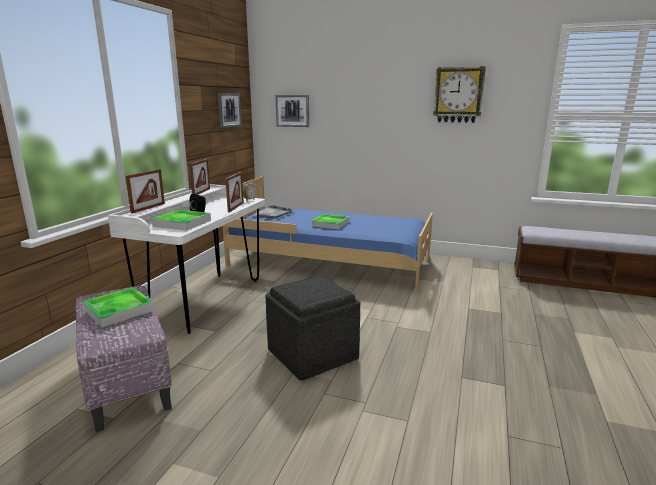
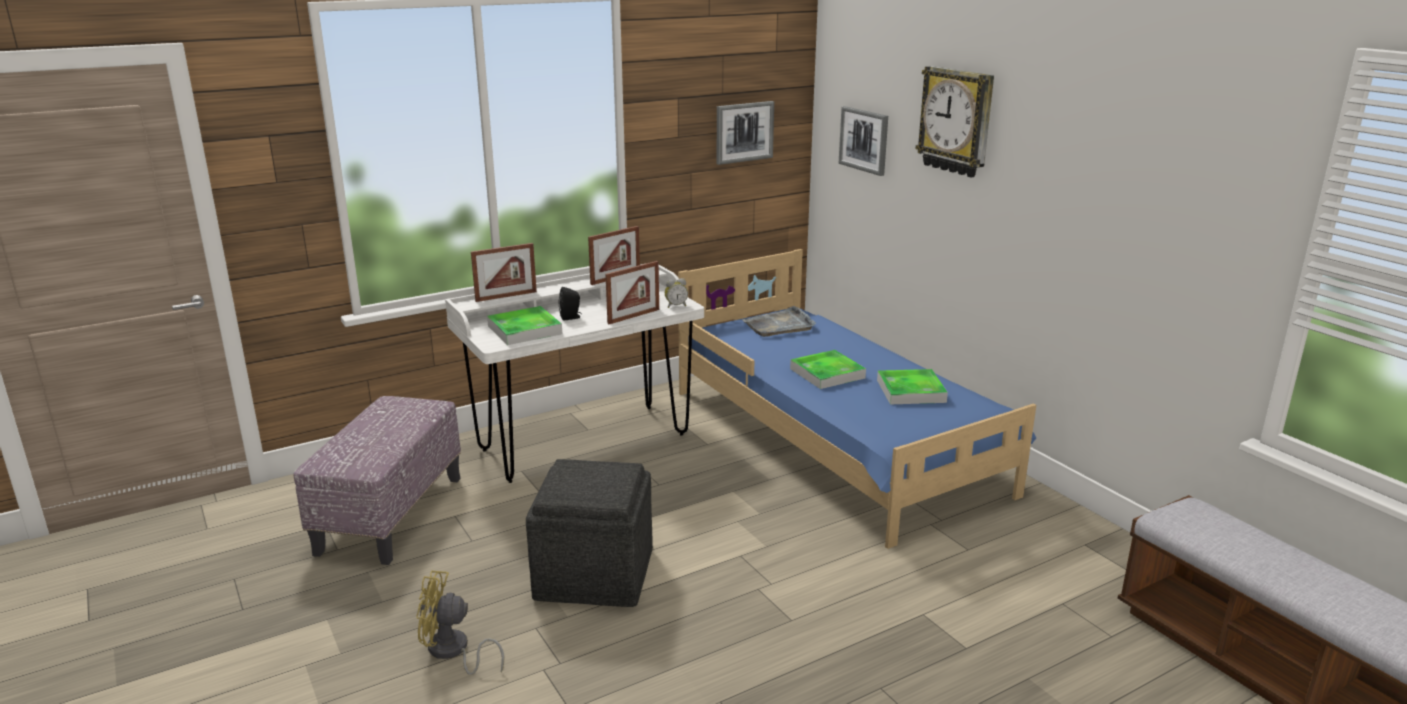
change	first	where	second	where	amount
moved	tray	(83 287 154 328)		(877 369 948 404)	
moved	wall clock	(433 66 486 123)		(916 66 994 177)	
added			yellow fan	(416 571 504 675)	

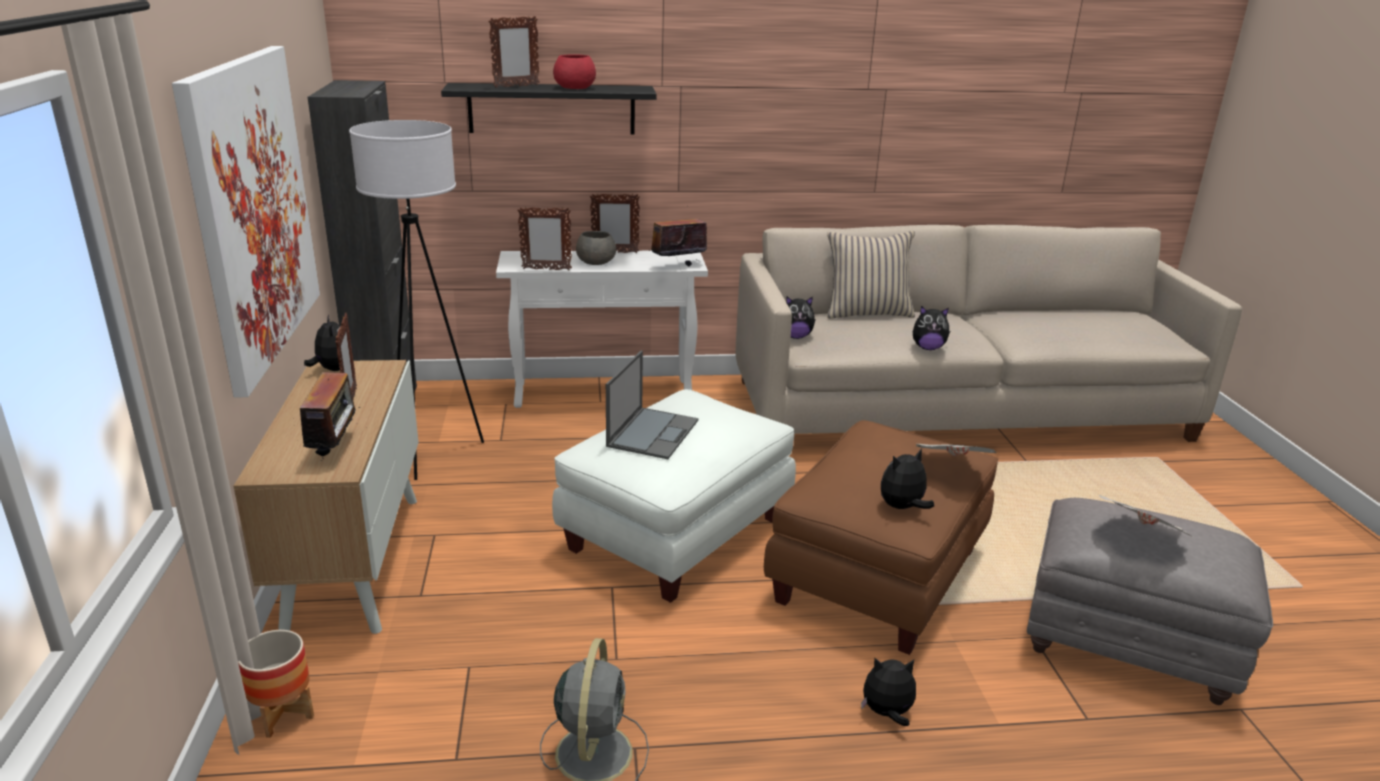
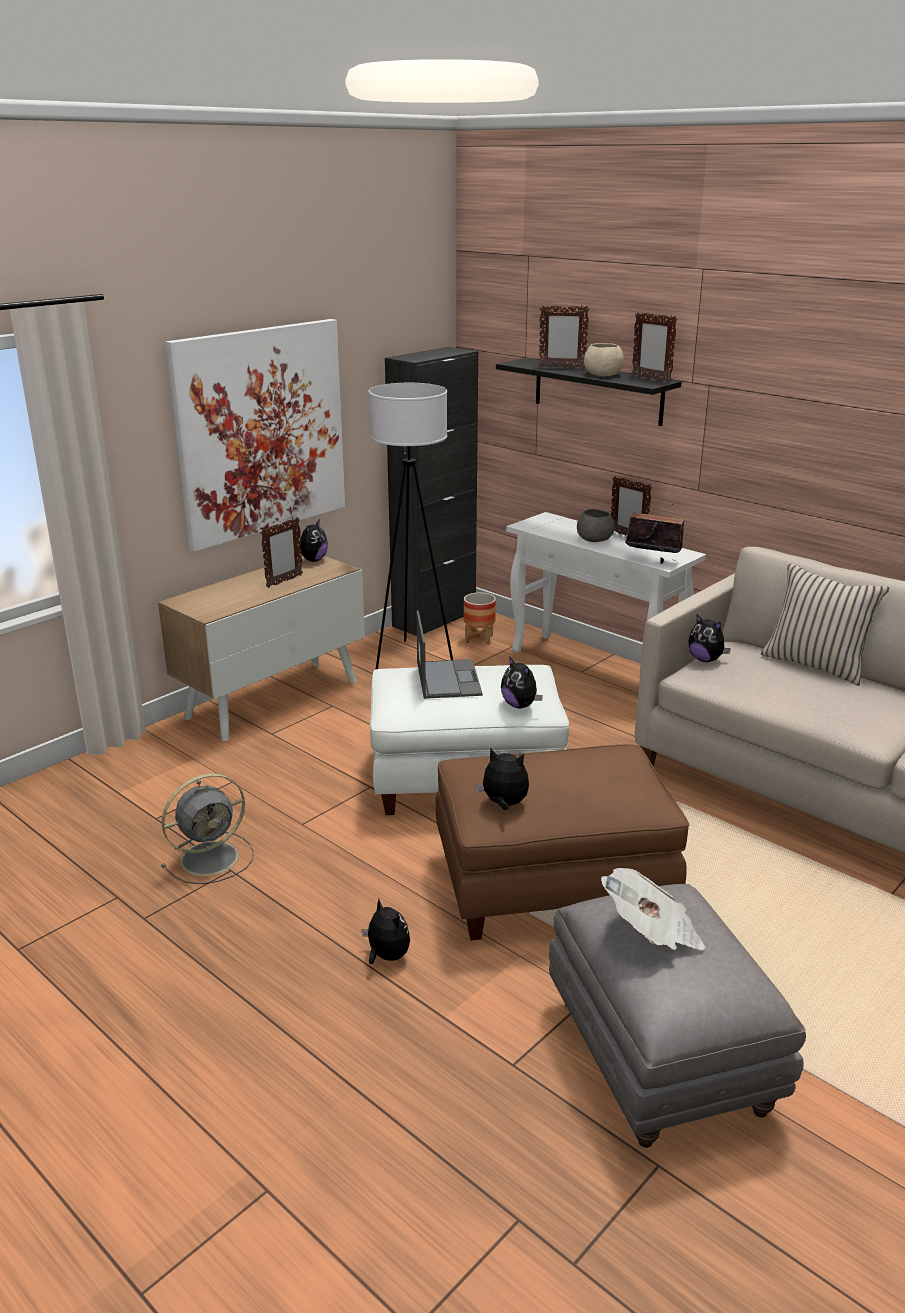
change	first	where	second	where	amount
moved	planter	(238 630 314 738)		(464 592 496 645)	
removed	radio	(293 372 360 461)			
moved	picture frame	(517 207 572 270)		(632 312 677 382)	
recoloured	red bowl	(553 54 596 89)	beige bowl	(584 343 624 376)	
turned	laptop	(606 351 698 459)		(416 611 483 699)	75 degrees counterclockwise
moved	plush toy	(913 306 950 350)		(501 656 543 708)	
removed	newspaper	(916 444 997 456)			

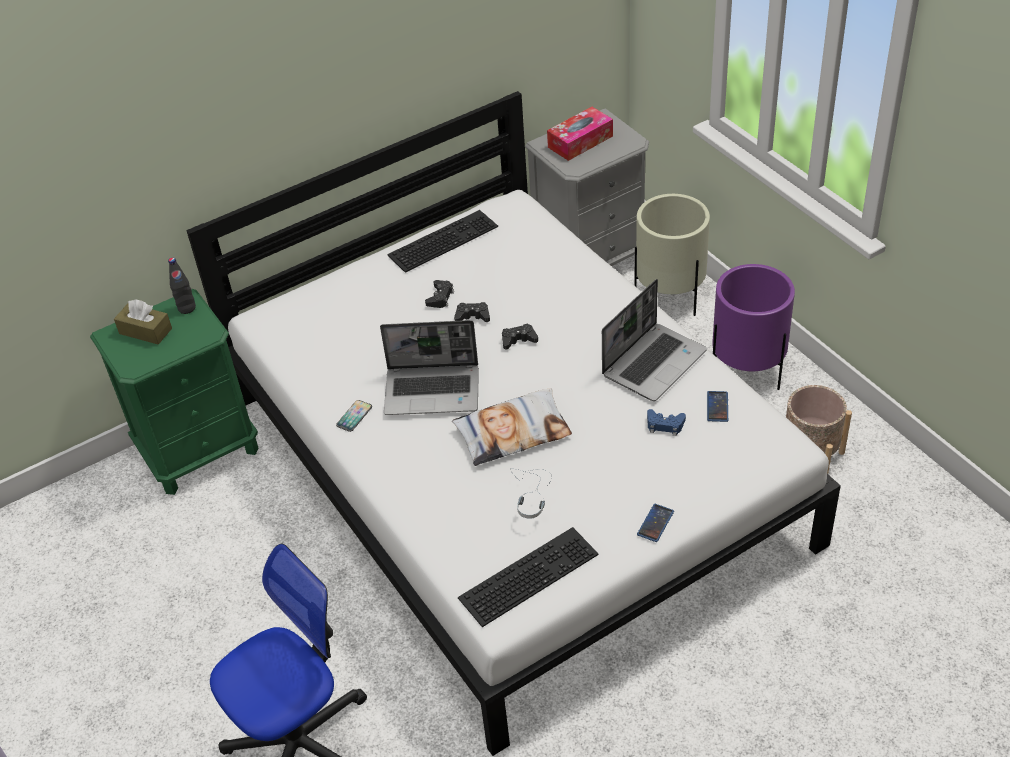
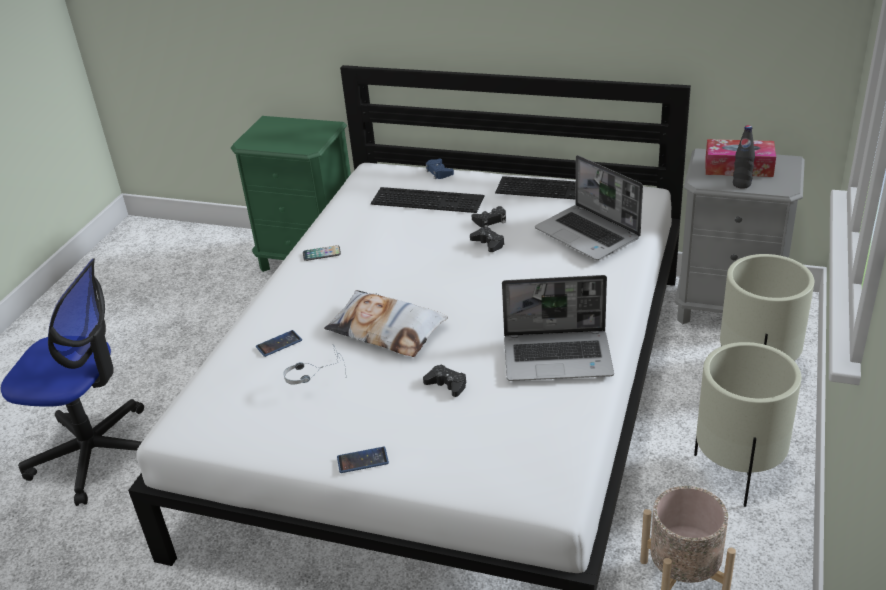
change	first	where	second	where	amount
removed	brown tissue box	(114 300 172 345)			
moved	black bottle	(168 257 196 314)		(733 125 755 188)	
moved	laptop	(380 320 479 415)		(535 155 643 260)	
moved	keyboard	(458 527 599 627)		(371 187 484 213)	
moved	black game controller	(502 323 538 349)		(423 365 467 397)	
moved	blue game controller	(647 409 686 436)		(426 159 454 179)	
moved	phone	(707 391 728 422)		(256 330 302 357)	
recoloured	purple planter	(712 264 795 390)	beige planter	(694 342 801 507)	

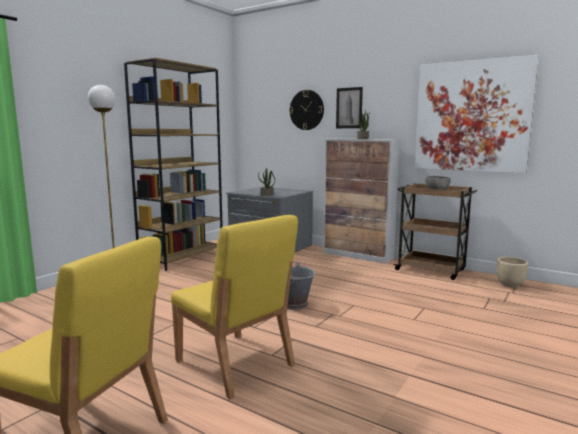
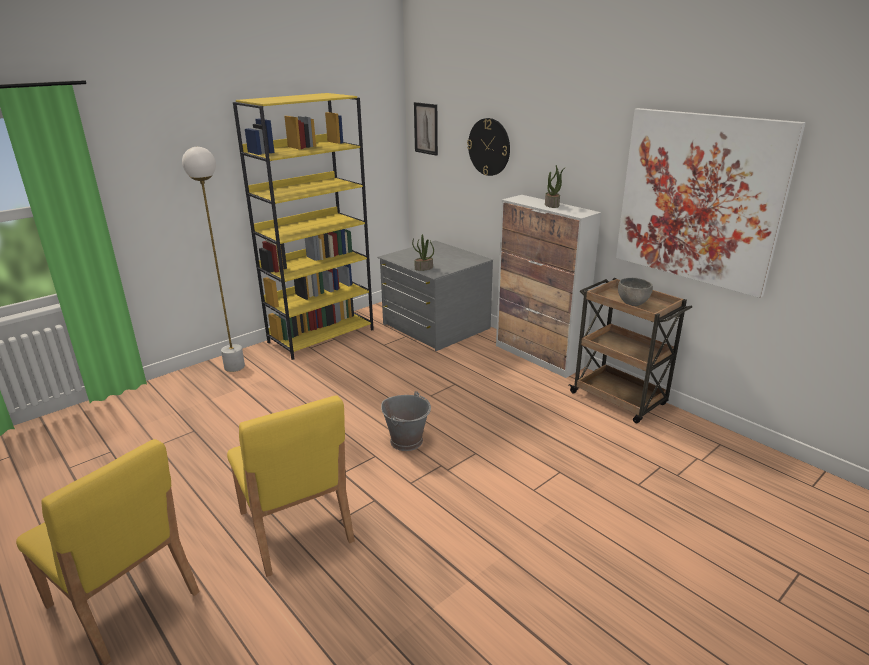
change	first	where	second	where	amount
recoloured	brown bookcase	(124 58 223 271)	yellow bookcase	(233 93 374 360)	
moved	picture	(336 87 363 128)		(414 102 438 156)	
removed	beige planter	(497 257 528 288)			

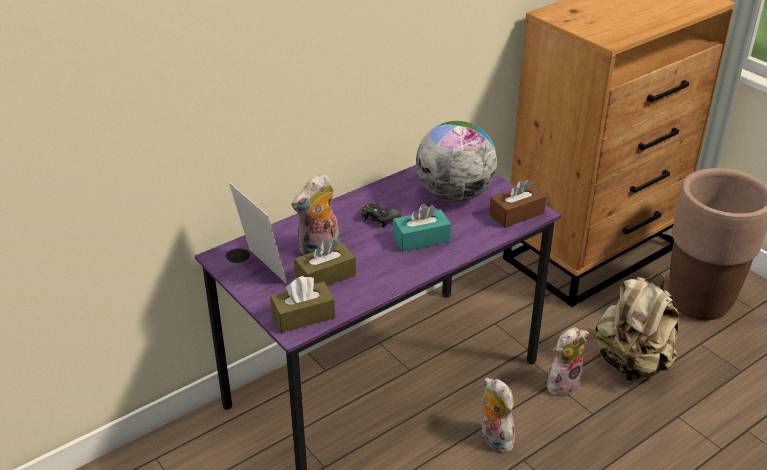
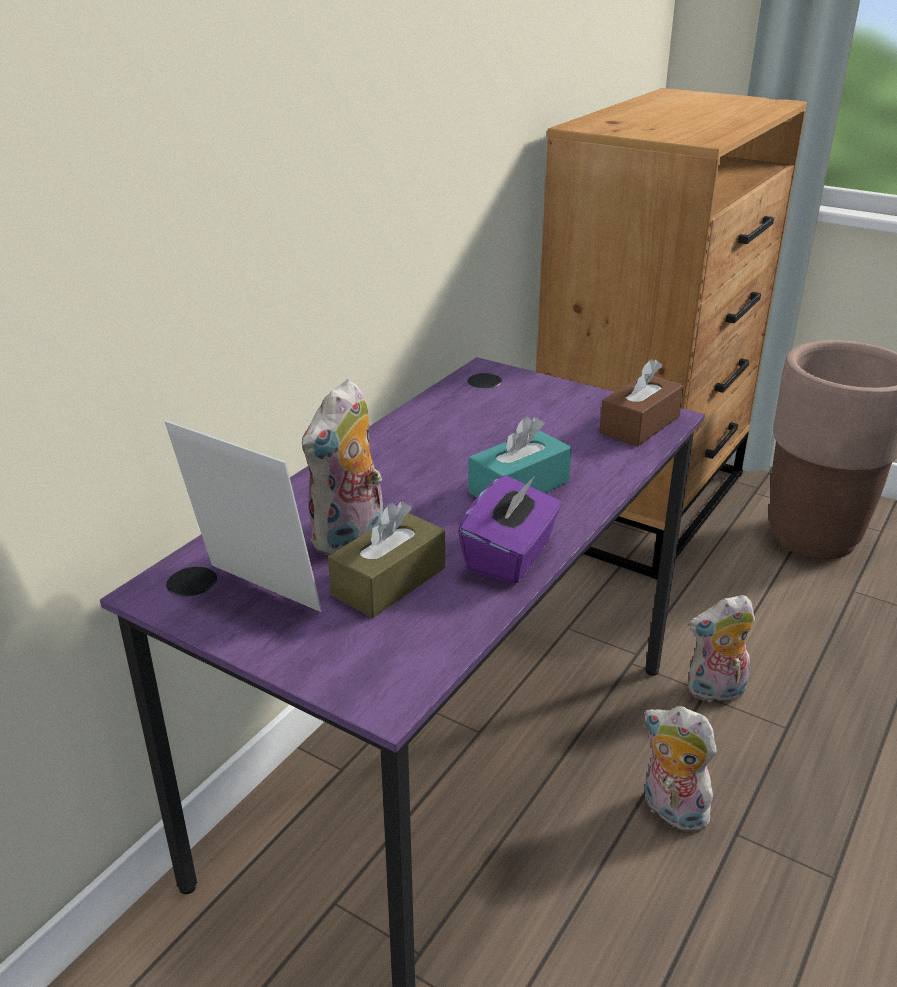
change	first	where	second	where	amount
removed	brown tissue box	(270 276 335 333)			
removed	black game controller	(361 201 402 227)			
removed	globe	(416 121 497 202)			
turned	plush toy	(547 327 589 396)		(688 595 755 702)	135 degrees counterclockwise
removed	beige backpack	(595 274 679 381)			
added			purple tissue box	(458 475 562 584)	

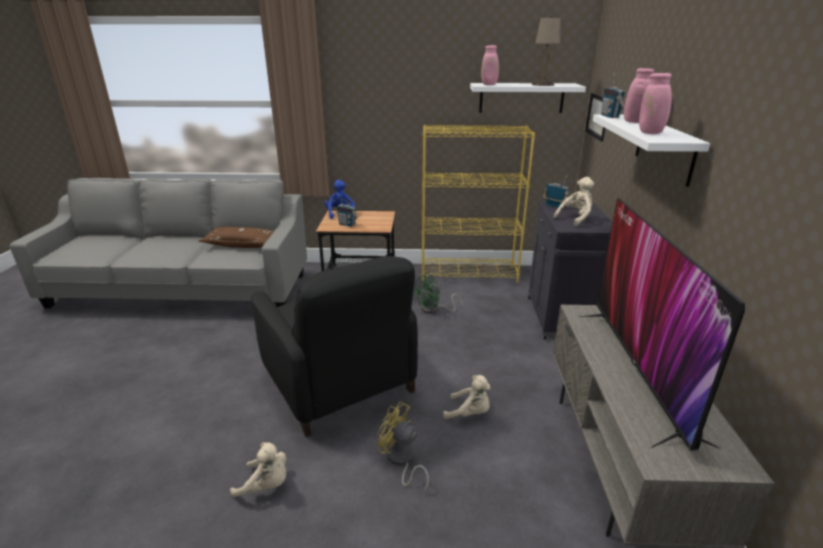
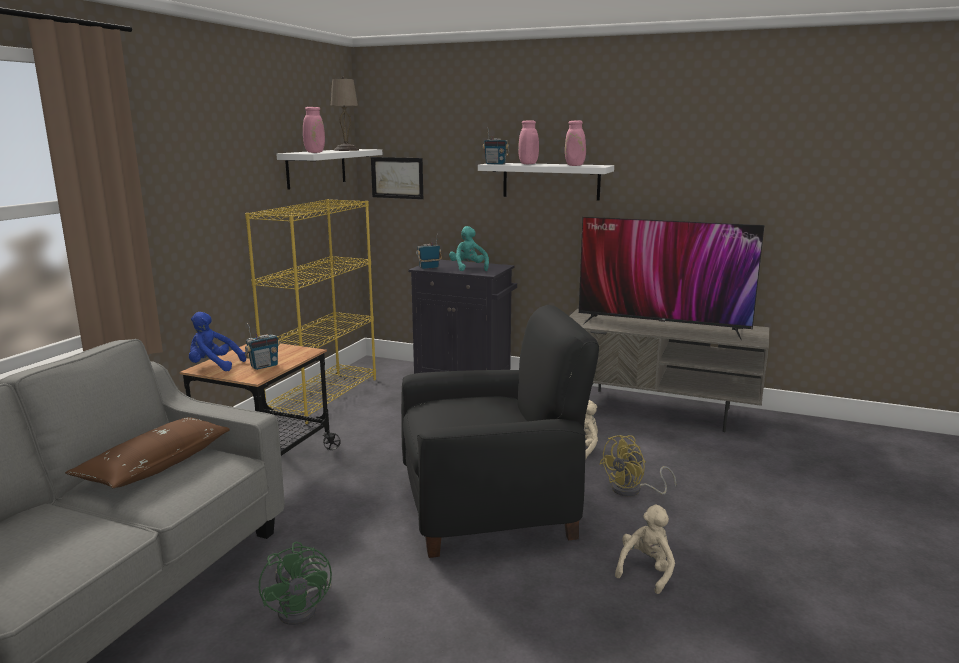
change	first	where	second	where	amount
moved	green fan	(413 275 462 314)		(259 542 332 625)	
recoloured	beige plush toy	(554 177 594 226)	turquoise plush toy	(449 226 489 271)	

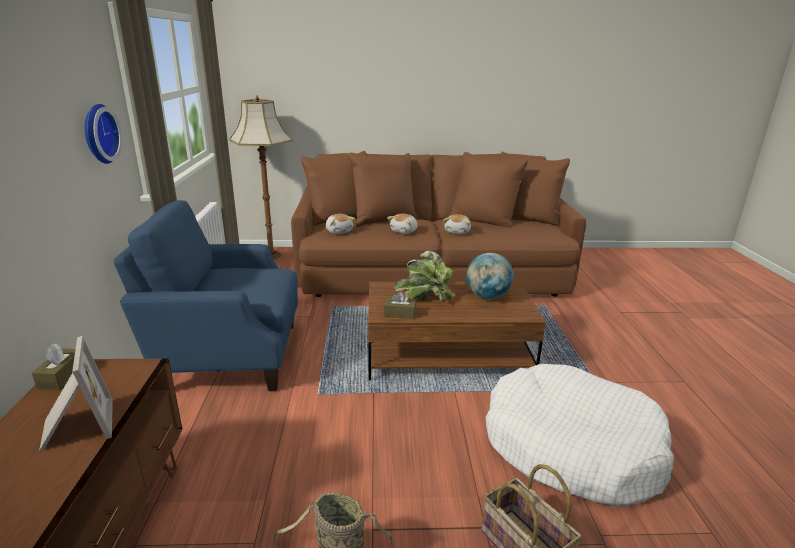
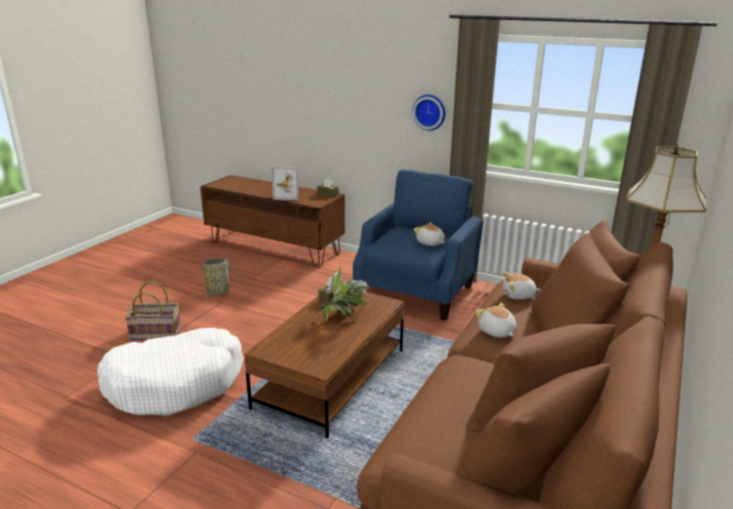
change	first	where	second	where	amount
moved	plush toy	(443 214 471 234)		(414 222 445 246)	
removed	globe	(466 253 514 299)			

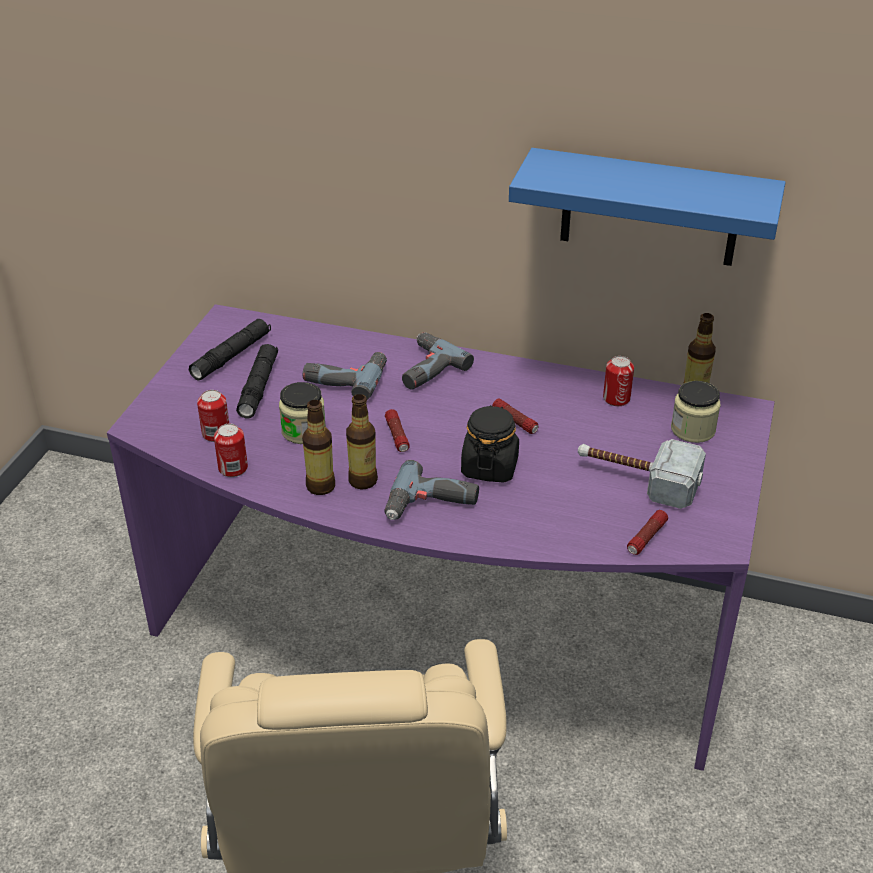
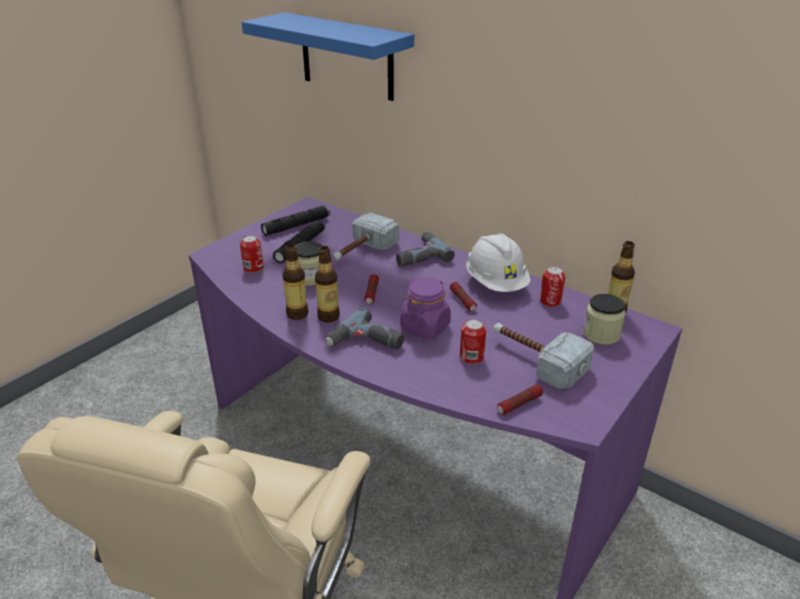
change	first	where	second	where	amount
moved	can	(214 424 248 477)		(460 319 486 364)	
replaced	power drill	(303 352 387 400)	hammer	(333 212 399 260)	
recoloured	black jar	(461 405 519 483)	purple jar	(400 278 451 339)	
moved	blue shelf	(509 148 786 266)		(242 12 414 101)	
added			white hard hat	(466 233 531 292)	

